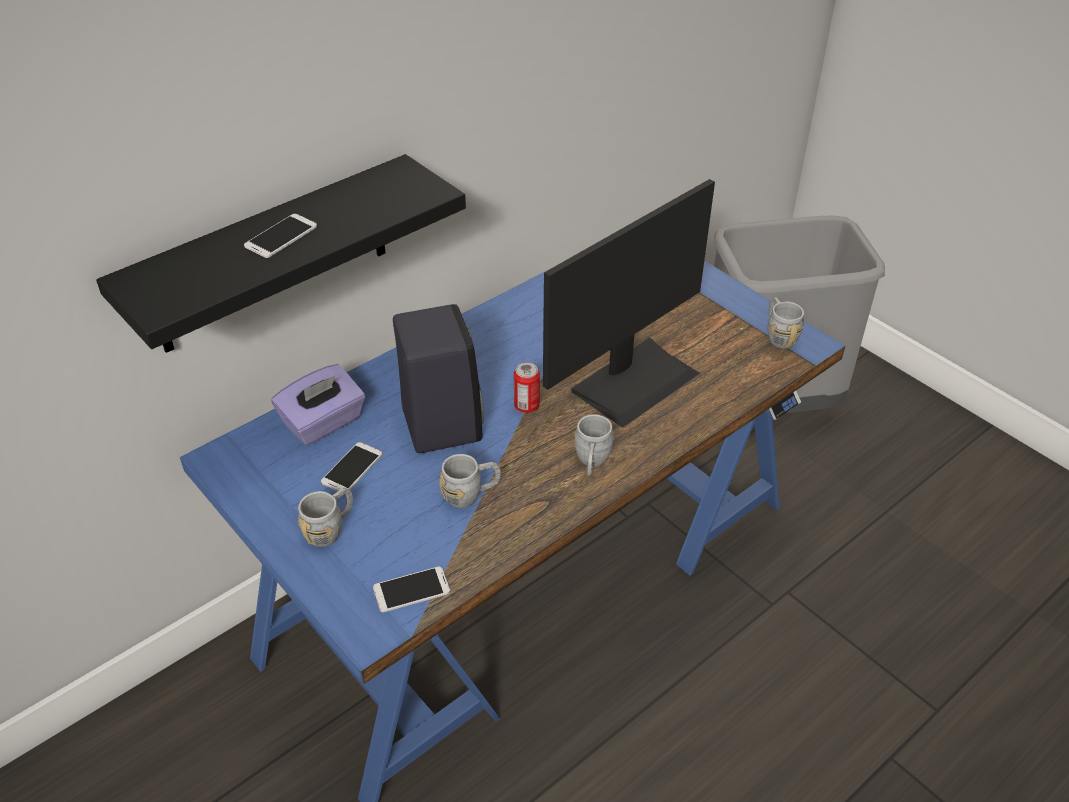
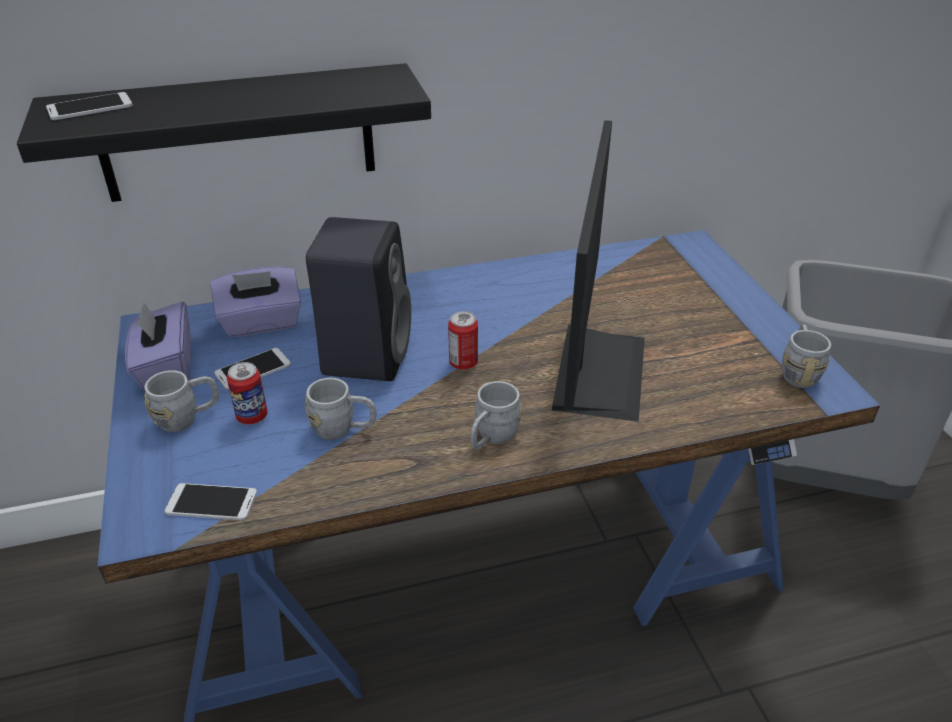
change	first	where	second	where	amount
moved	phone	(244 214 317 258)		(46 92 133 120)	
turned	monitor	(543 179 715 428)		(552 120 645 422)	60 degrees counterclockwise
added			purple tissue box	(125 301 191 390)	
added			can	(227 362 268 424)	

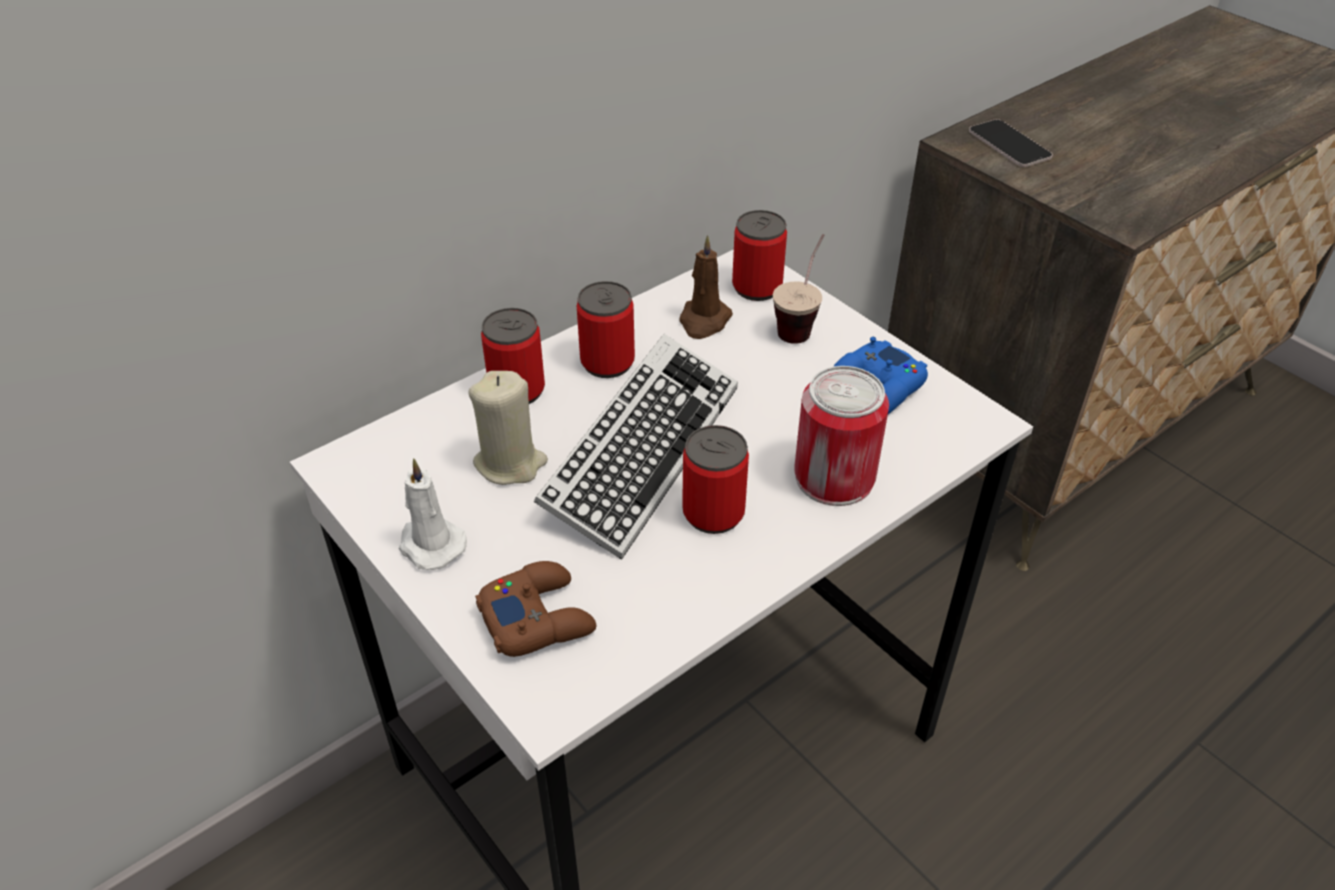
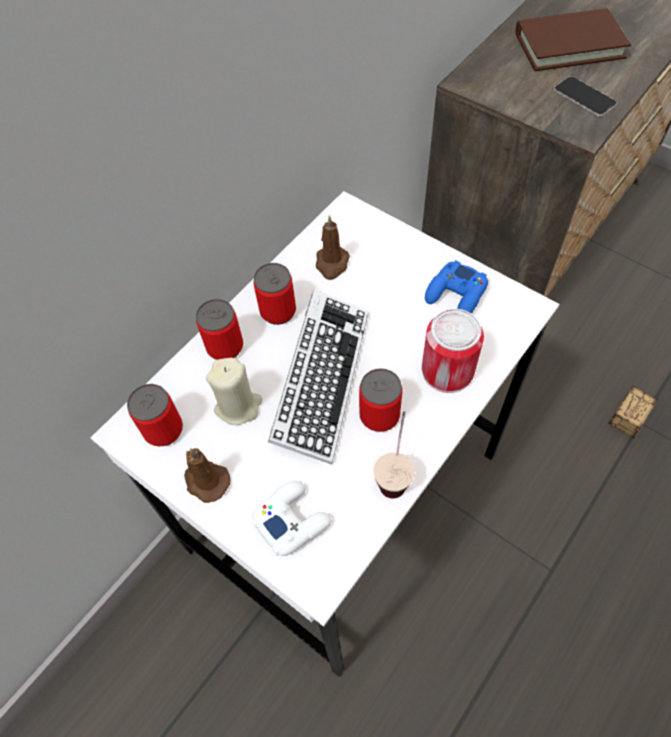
change	first	where	second	where	amount
recoloured	white candle	(399 458 467 570)	brown candle	(184 448 230 503)	
recoloured	brown game controller	(475 561 596 657)	white game controller	(251 481 332 556)	
moved	can	(732 210 787 301)		(127 384 183 446)	
moved	cup	(773 234 825 344)		(373 411 415 498)	
moved	phone	(969 119 1053 167)		(554 76 617 117)	
added			brown book	(515 8 631 71)	
added			storage box	(609 386 657 438)	

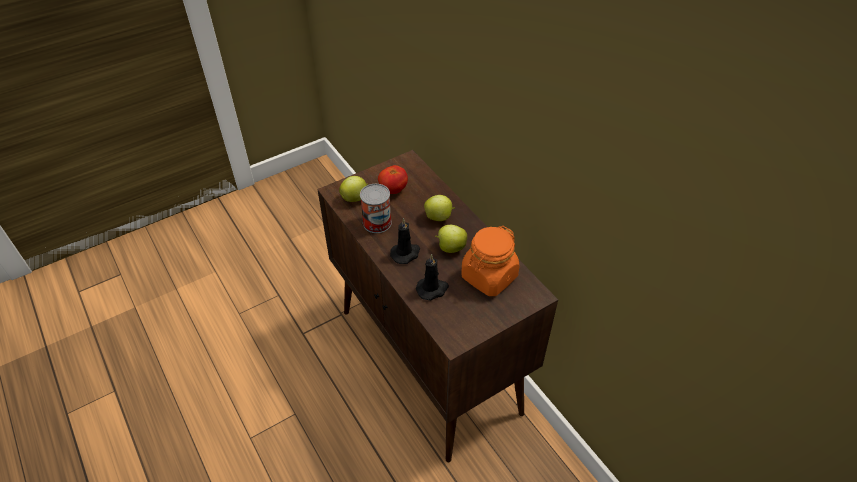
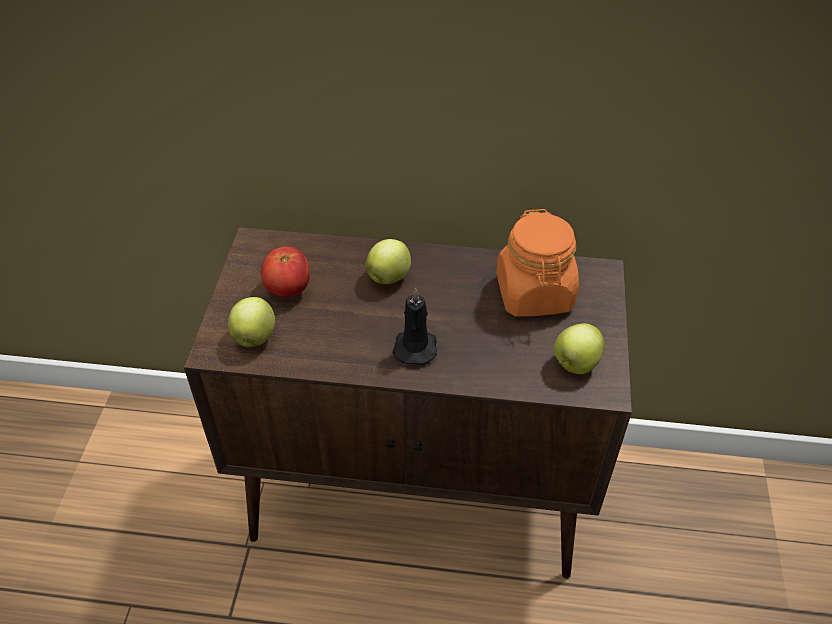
change	first	where	second	where	amount
removed	can	(360 184 392 233)			
removed	black candle	(416 254 449 301)			
moved	apple	(435 225 467 253)		(554 323 605 374)	

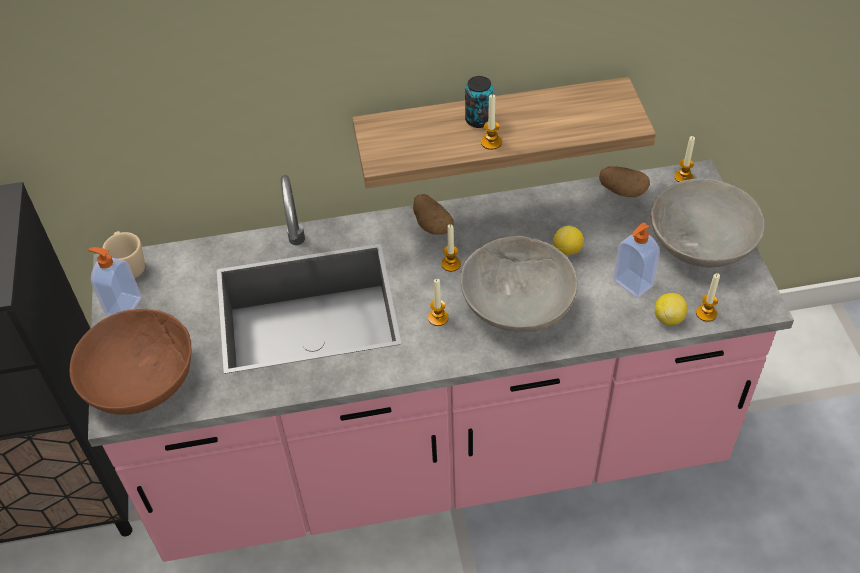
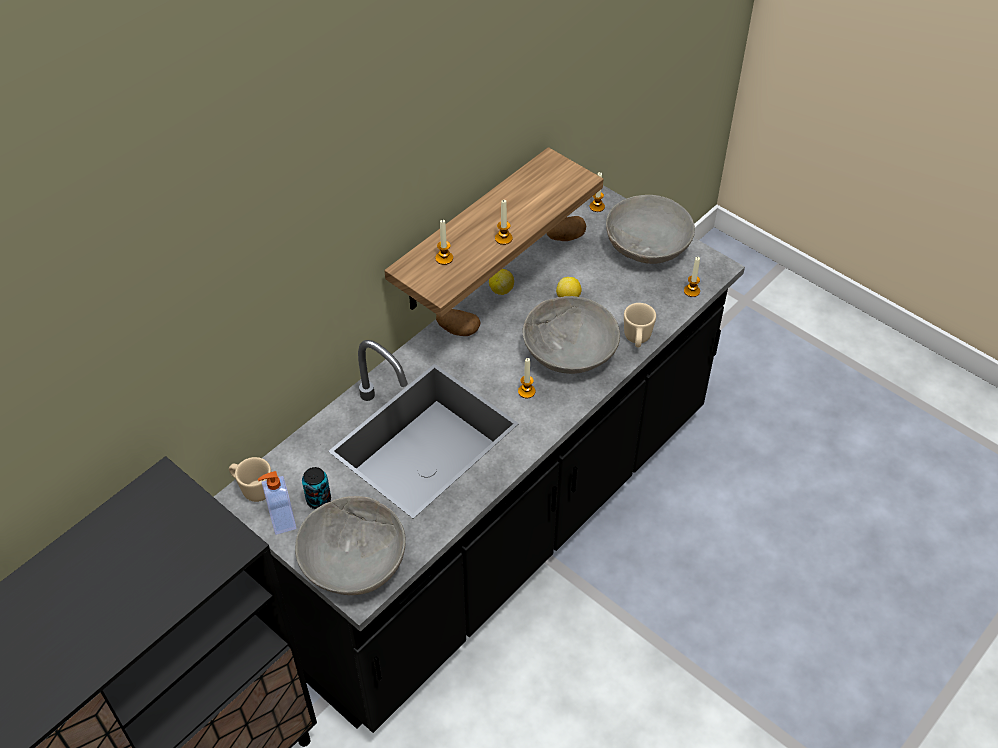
change	first	where	second	where	amount
recoloured	brown bowl	(70 309 191 415)	grey bowl	(295 496 406 595)	
recoloured	pink counter	(88 159 794 562)	black counter	(214 185 745 733)	
moved	candle	(441 224 461 272)		(435 220 453 265)	
moved	can	(465 76 494 128)		(302 467 331 509)	
removed	soap dispenser	(613 222 660 298)			
moved	lemon	(655 293 688 326)		(489 269 514 295)	
added			beige mug	(624 303 656 347)	

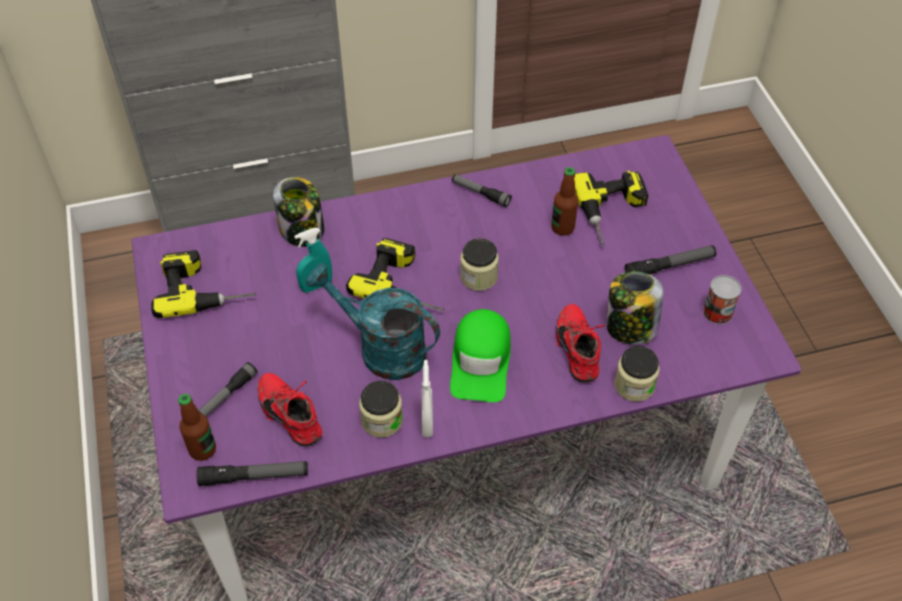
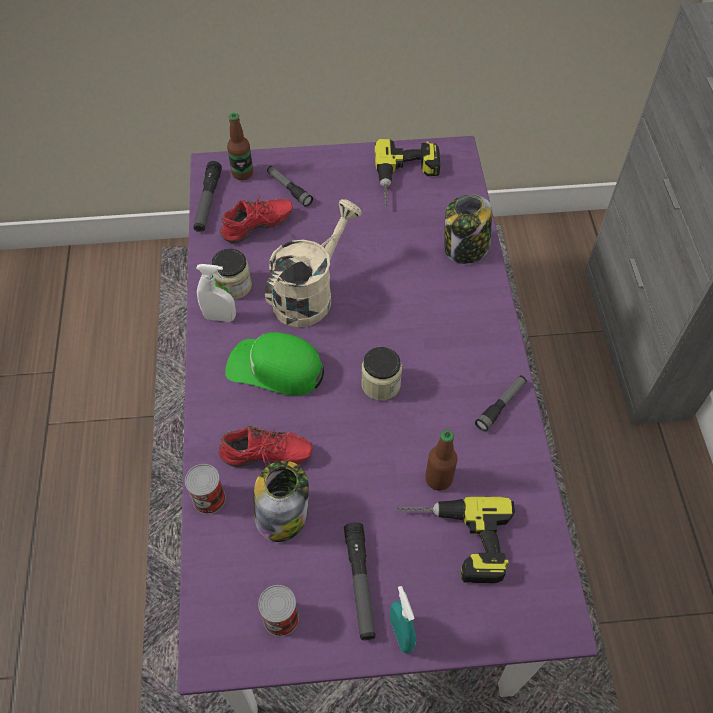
change	first	where	second	where	amount
moved	turquoise spray bottle	(294 228 332 292)		(390 586 416 653)	
recoloured	turquoise watering can	(306 263 440 380)	beige watering can	(265 199 362 327)	
removed	power drill	(346 238 445 311)			
replaced	jar	(614 346 660 402)	can	(185 464 226 514)	

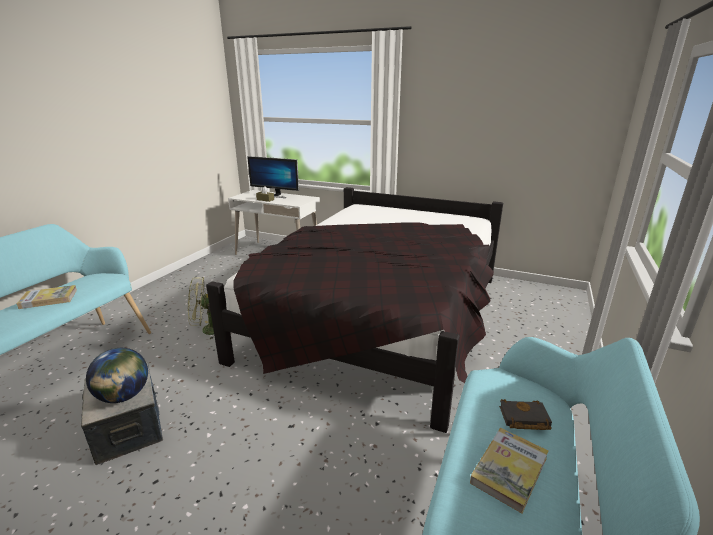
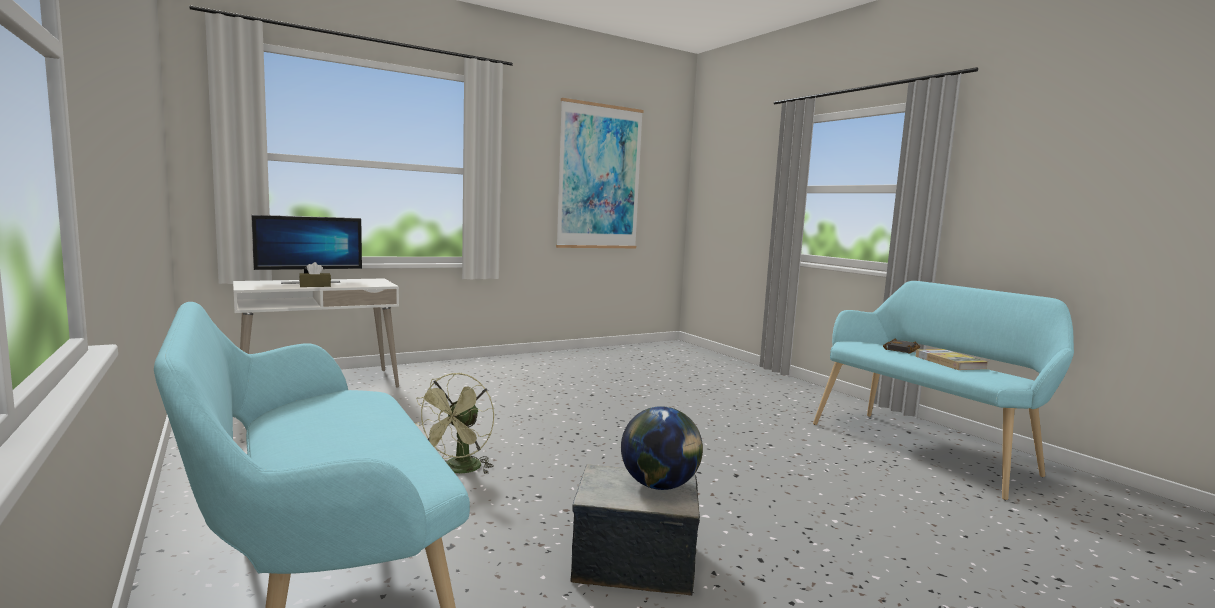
change	first	where	second	where	amount
removed	book	(17 285 77 309)			
removed	black bed	(206 187 503 433)			
added			picture	(556 98 644 248)	

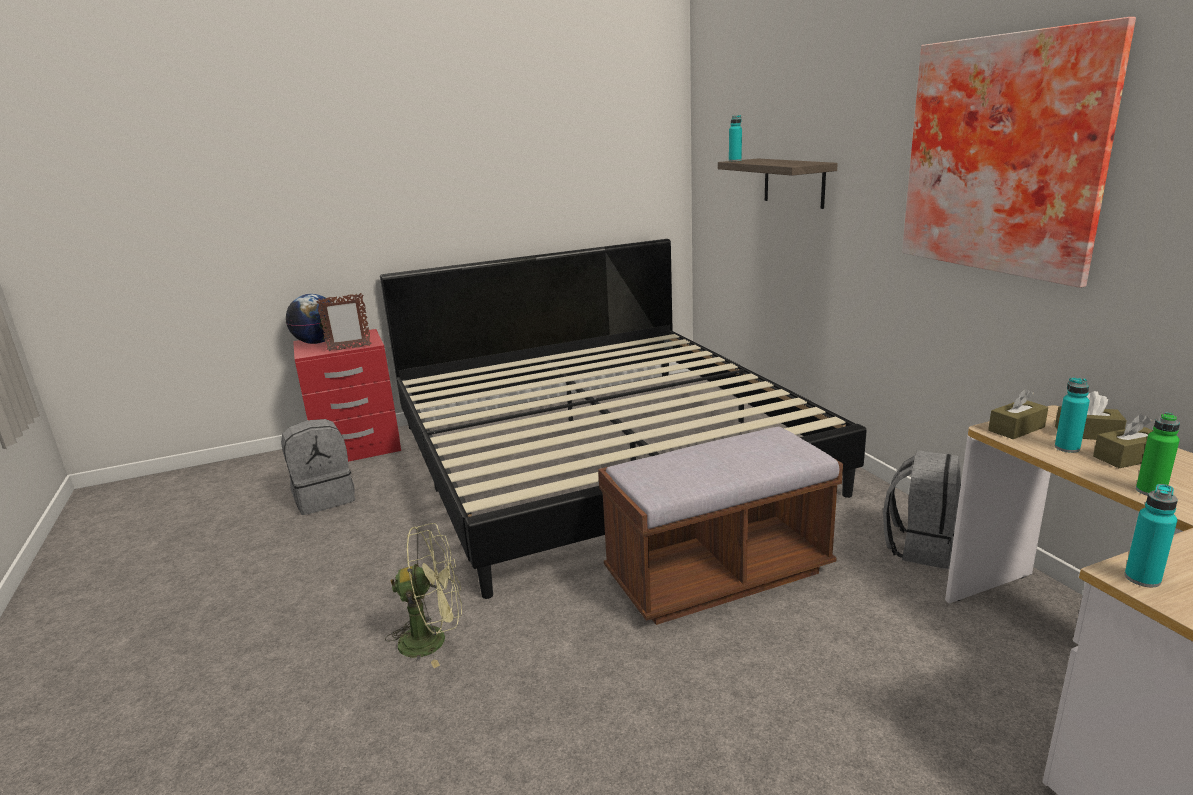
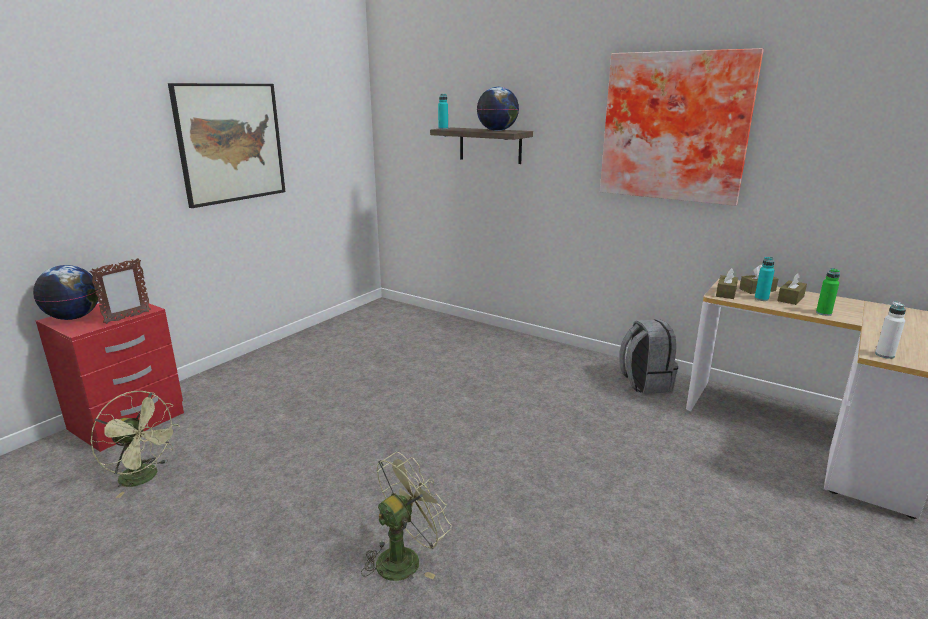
change	first	where	second	where	amount
replaced	grey backpack	(281 419 355 515)	green fan	(91 391 180 498)	
removed	bed	(380 239 867 599)			
removed	brown bench	(598 427 843 625)			
recoloured	turquoise bottle	(1124 484 1178 587)	white bottle	(875 302 906 359)	
added			picture	(168 83 286 208)	
added			globe	(477 87 519 131)	

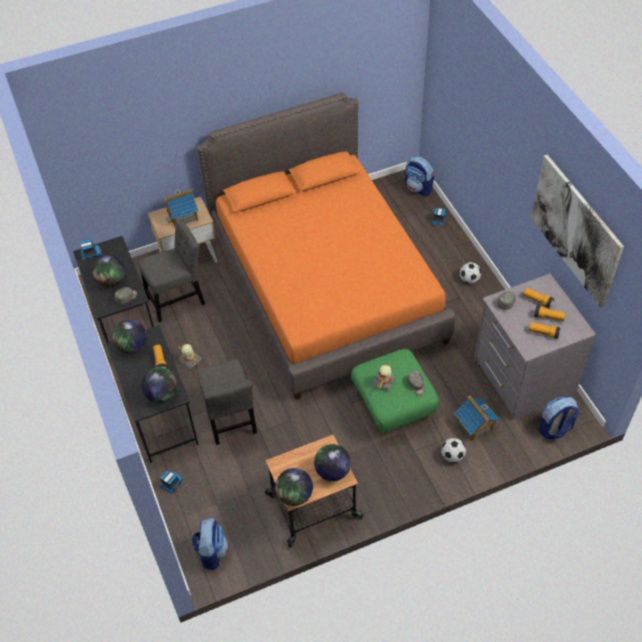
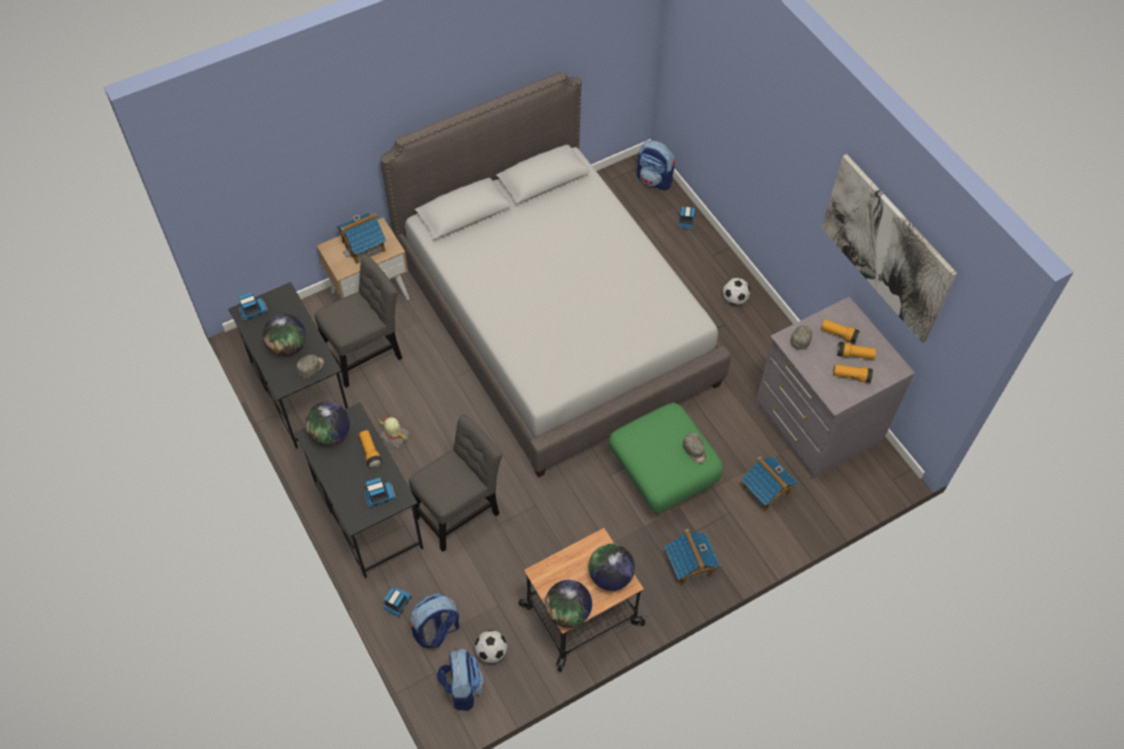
change	first	where	second	where	amount
replaced	globe	(141 367 177 403)	toy truck	(364 478 396 508)	
recoloured	orange bed	(197 93 455 400)	grey bed	(380 72 731 477)	
turned	grey chair	(197 359 257 445)		(409 414 502 552)	105 degrees counterclockwise
removed	toy robot	(372 362 395 391)			
moved	football	(441 438 466 463)		(475 630 507 663)	
moved	backpack	(539 397 579 439)		(410 594 459 648)	
added			toy house	(664 529 720 586)	

